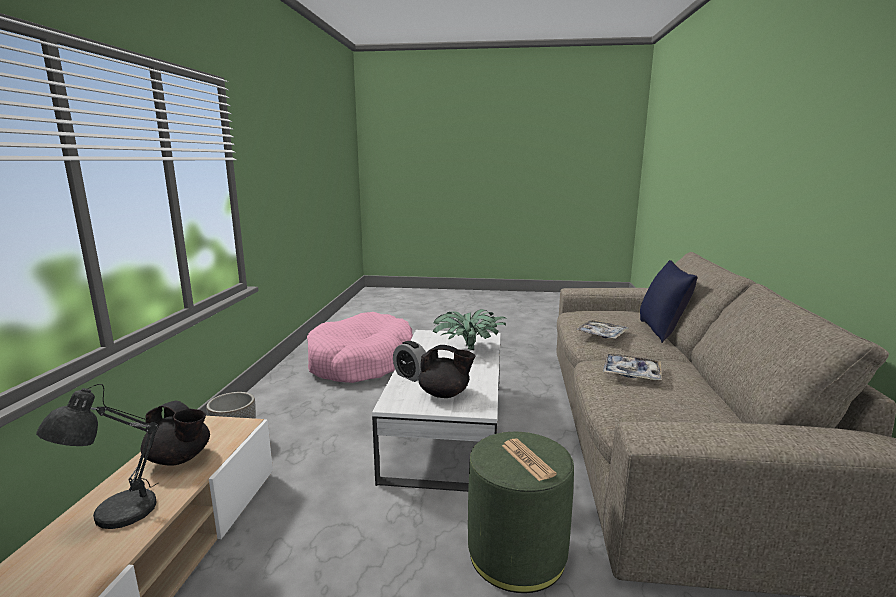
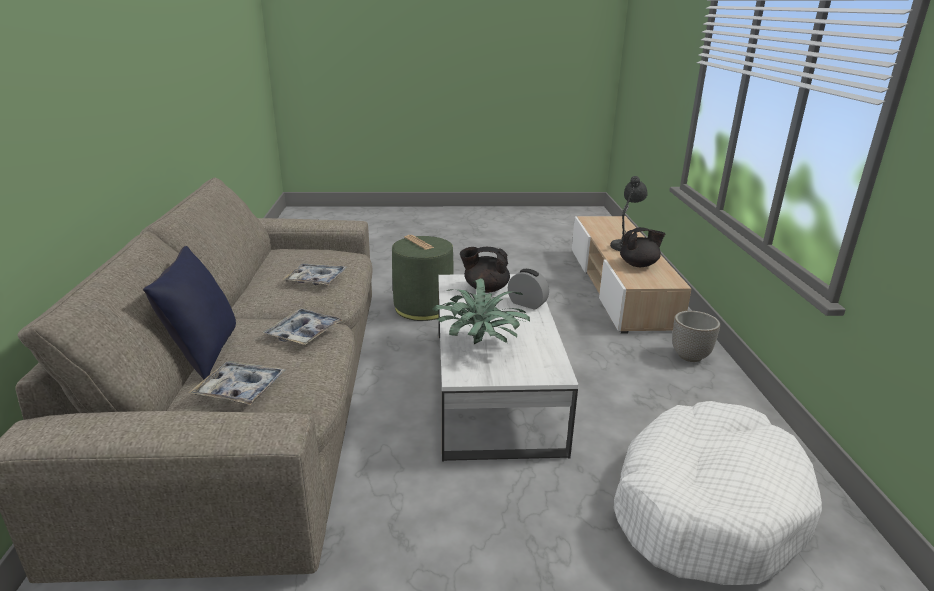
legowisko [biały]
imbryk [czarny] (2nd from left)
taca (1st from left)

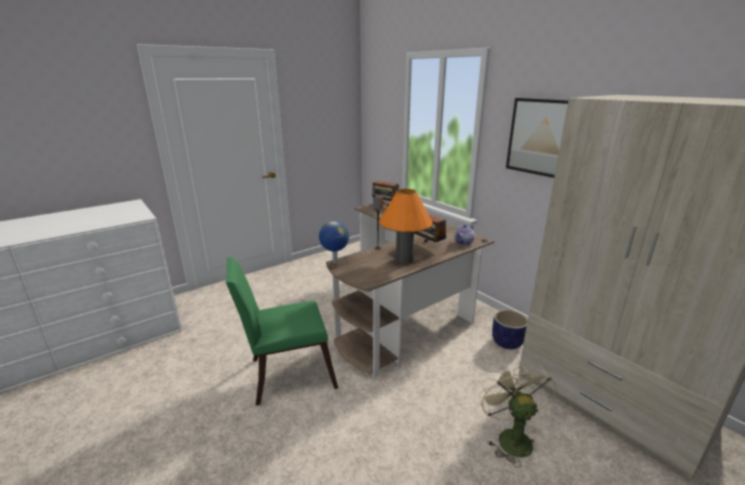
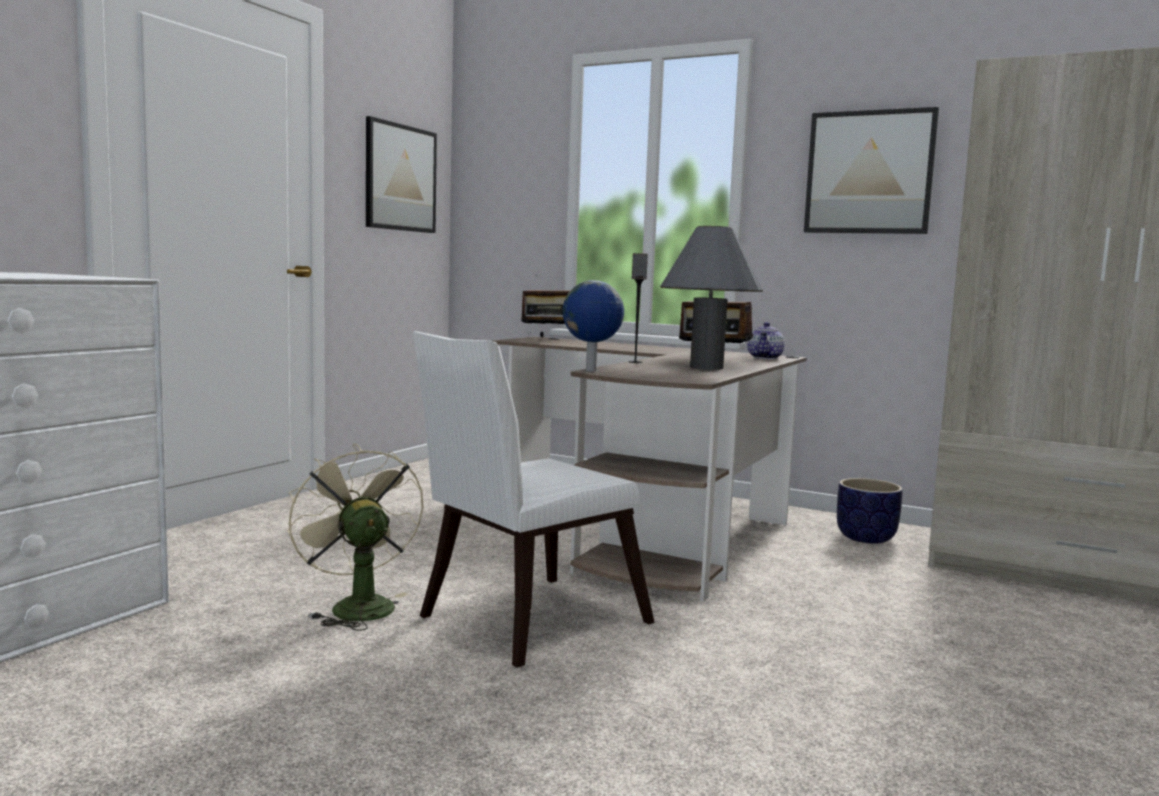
lampa stołowa [szary]
krzesło [biały]
wentylator [beżowy]
obraz (1st from left)

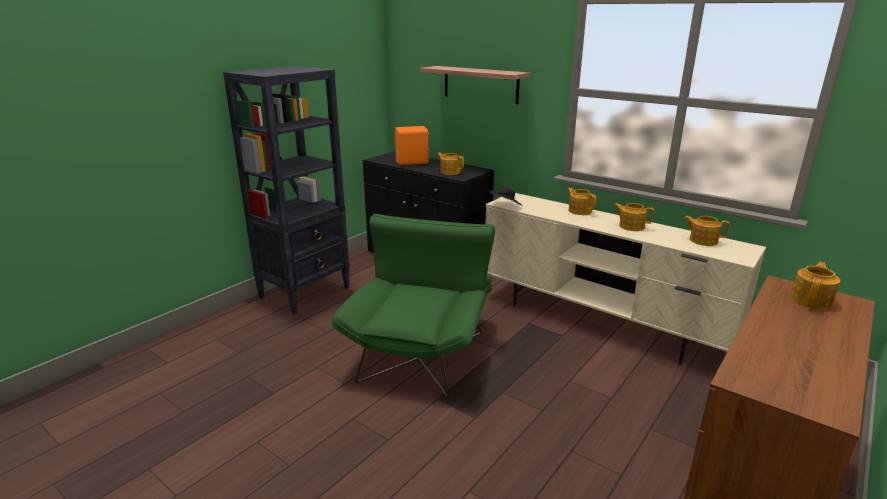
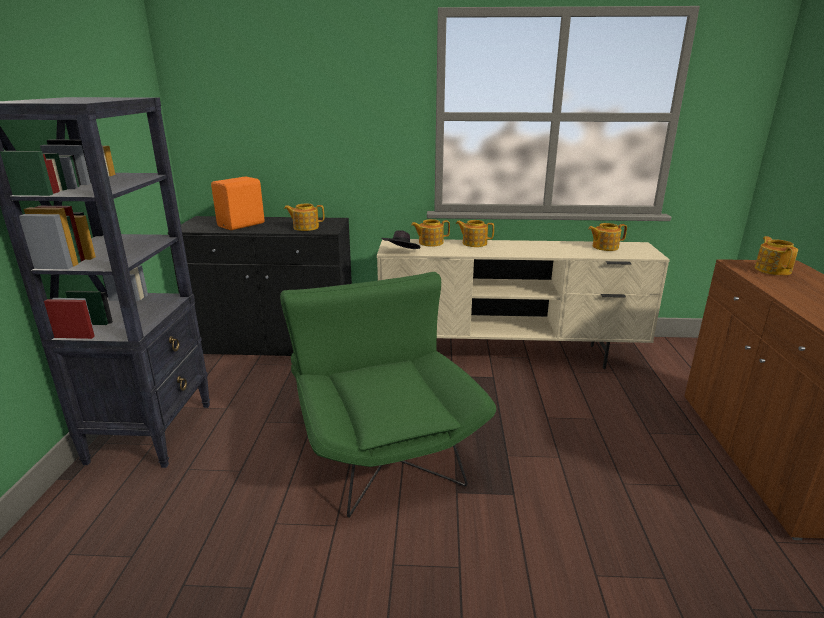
półka
imbryk (2nd from left)

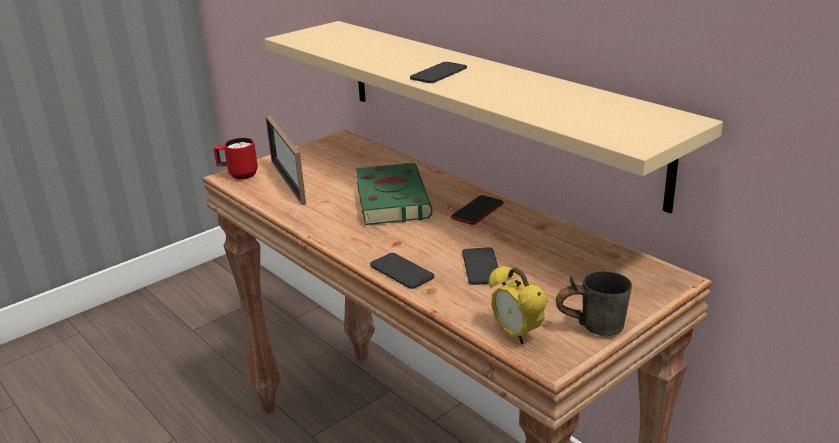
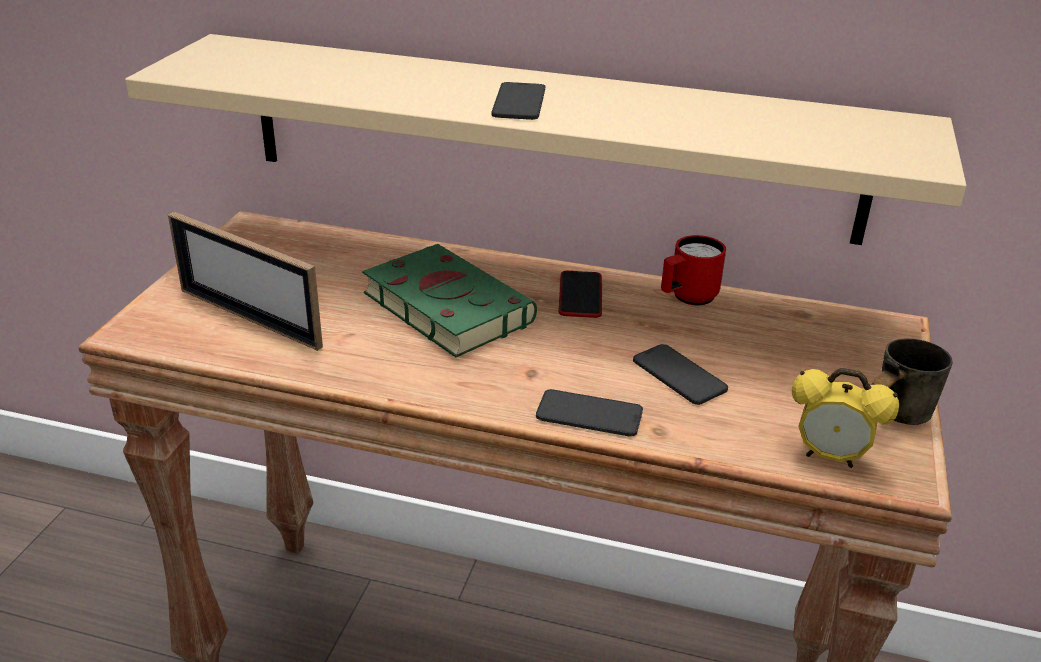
kubek [czerwony]

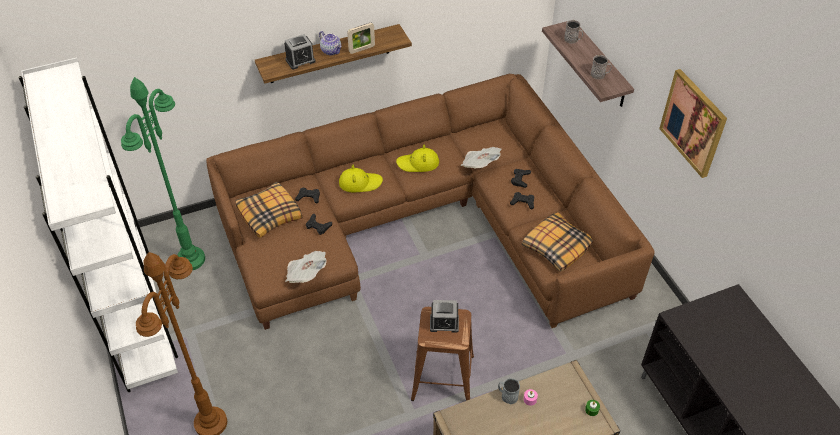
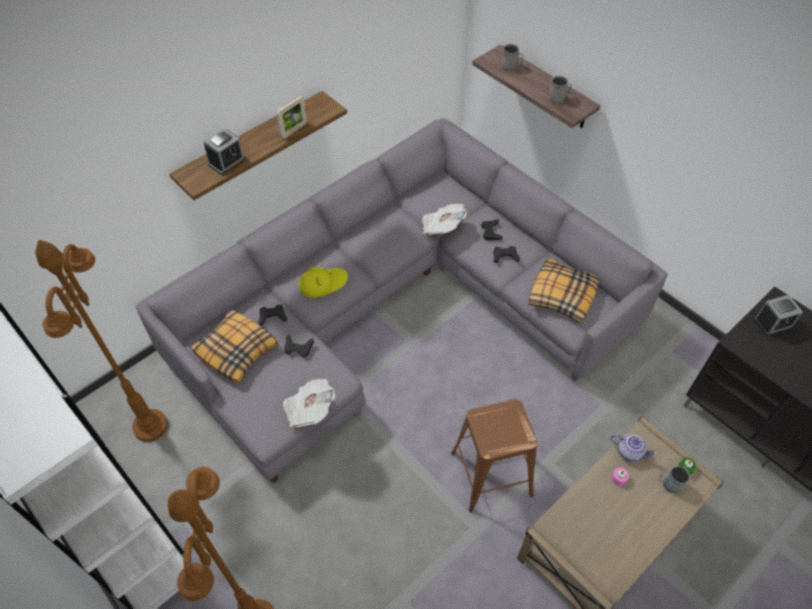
imbryk
obraz
kanapa [szary]
lampa stojąca [brązowy] (1st from left)
kapelusz [żółty] (2nd from left in the first image)
budzik (2nd from left)
kubek [szary] (3rd from left)

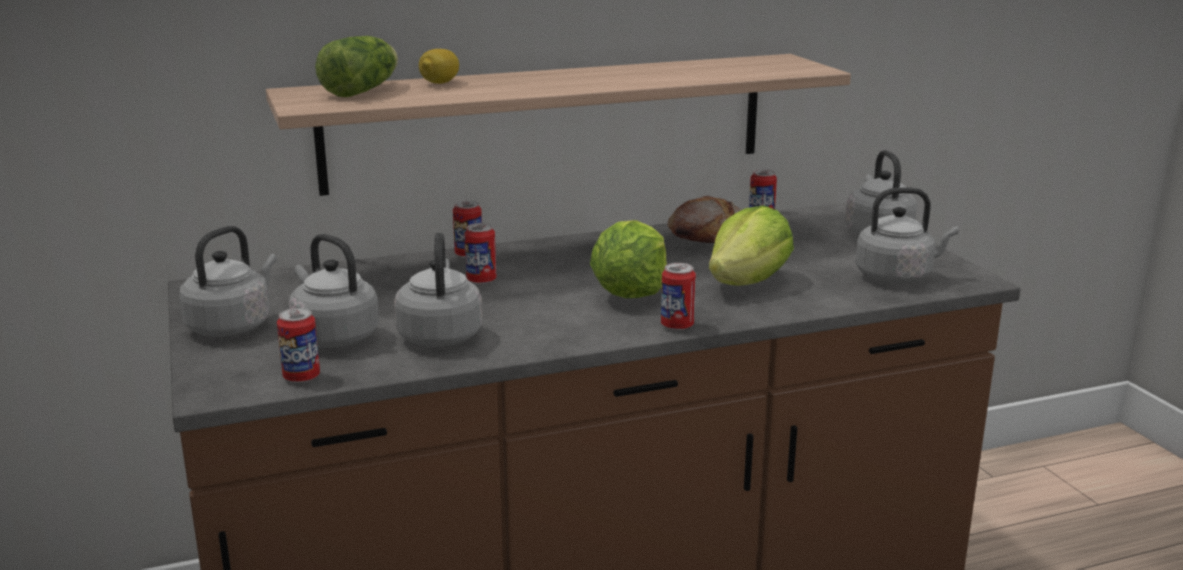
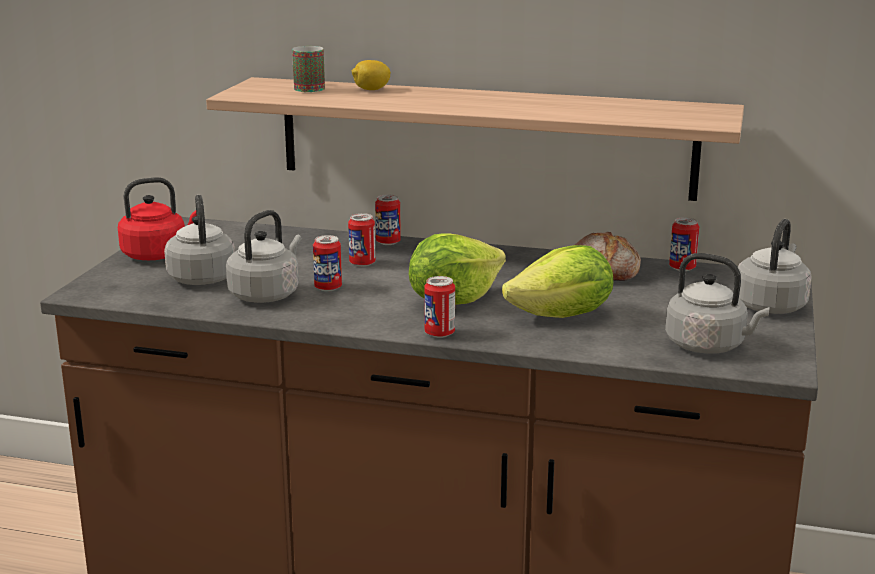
kubek
czajnik [czerwony]
puszka (1st from left)

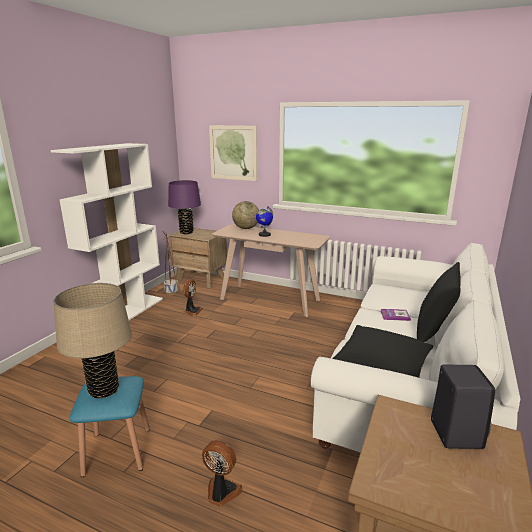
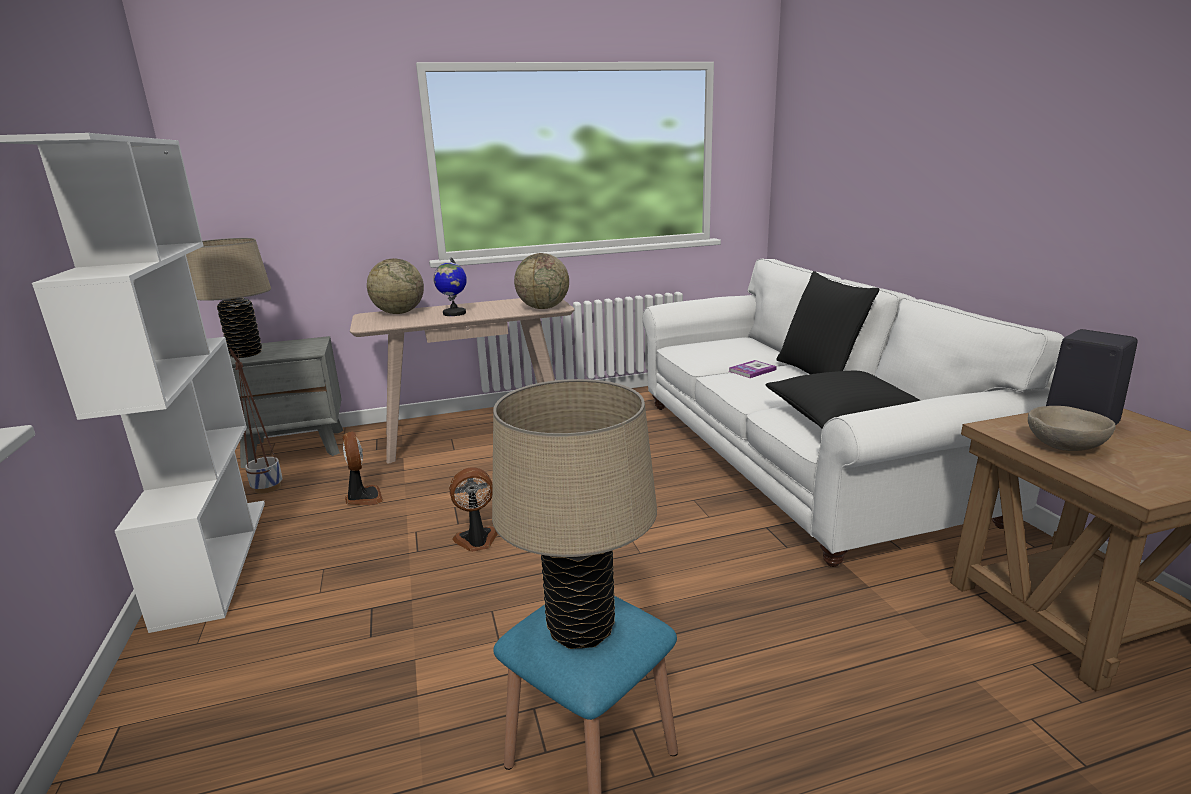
obraz
lampa stołowa [beżowy] (1st from left)
szafka nocna [szary]
wentylator (2nd from left)
globus (3rd from left)
miska [beżowy]

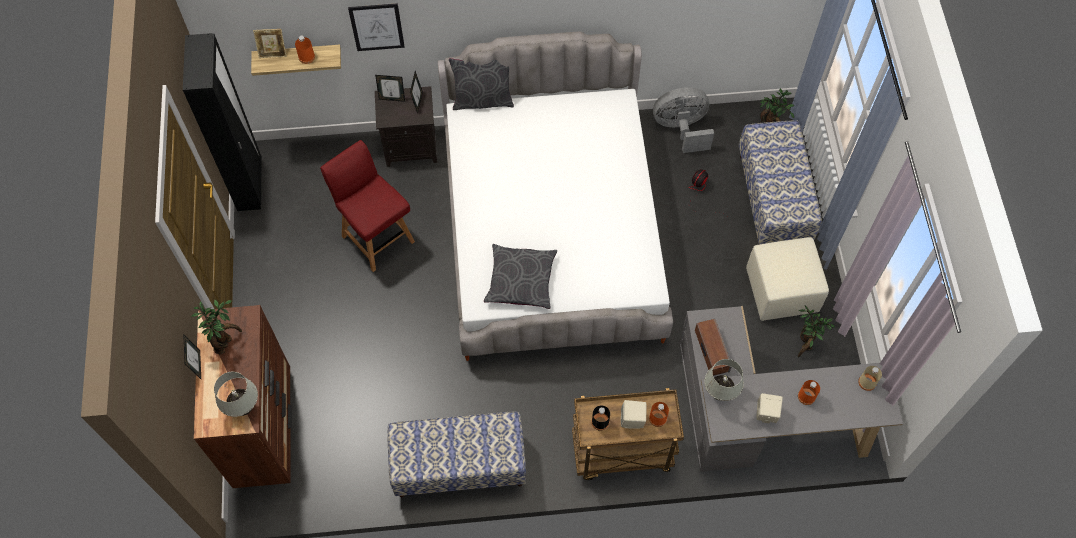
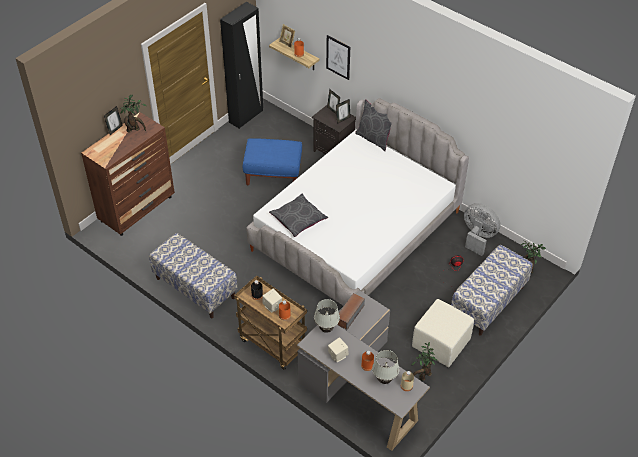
pufa [niebieski]
lampa stołowa [biały] (2nd from left)

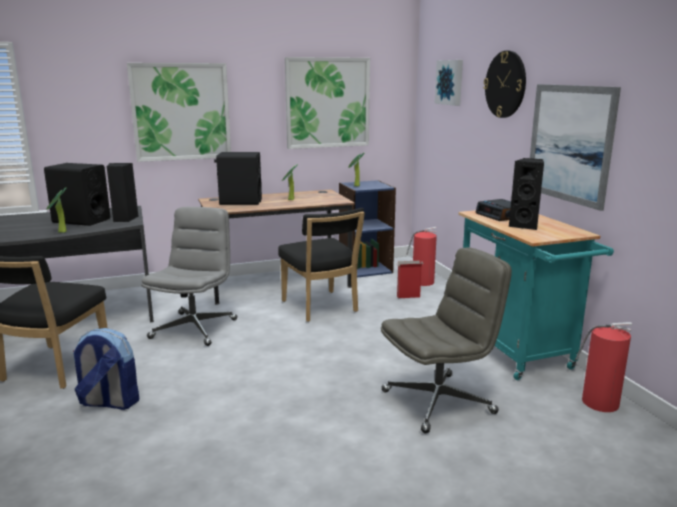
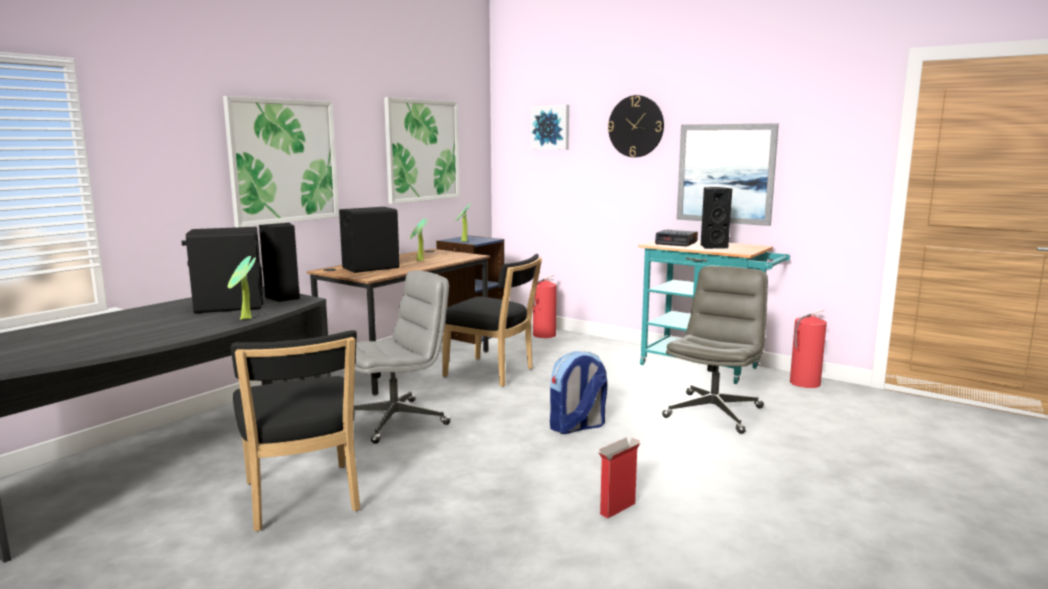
krzesło biurowe [szary] (1st from left)
karton
plecak

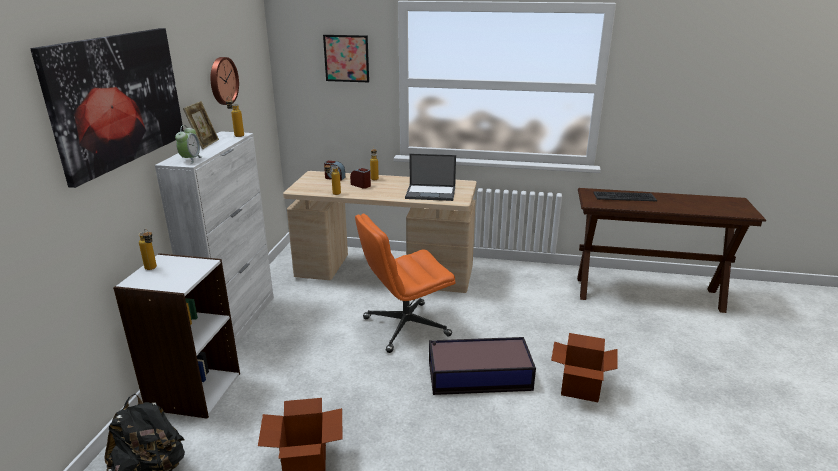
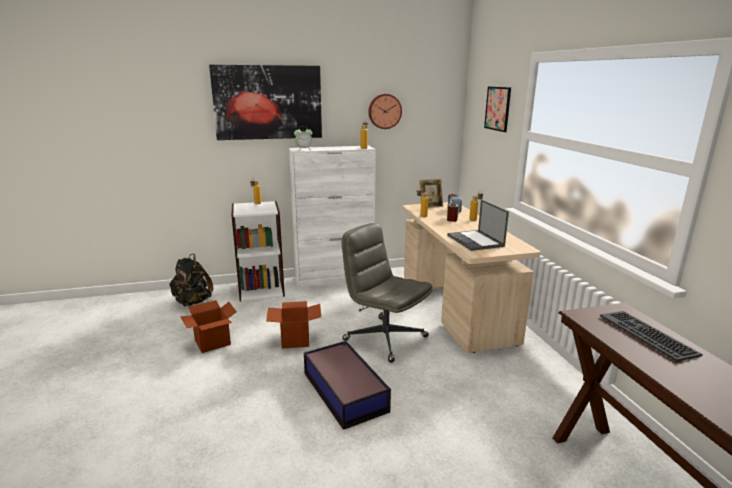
ramka na zdjęcie
krzesło biurowe [szary]
karton (2nd from left)

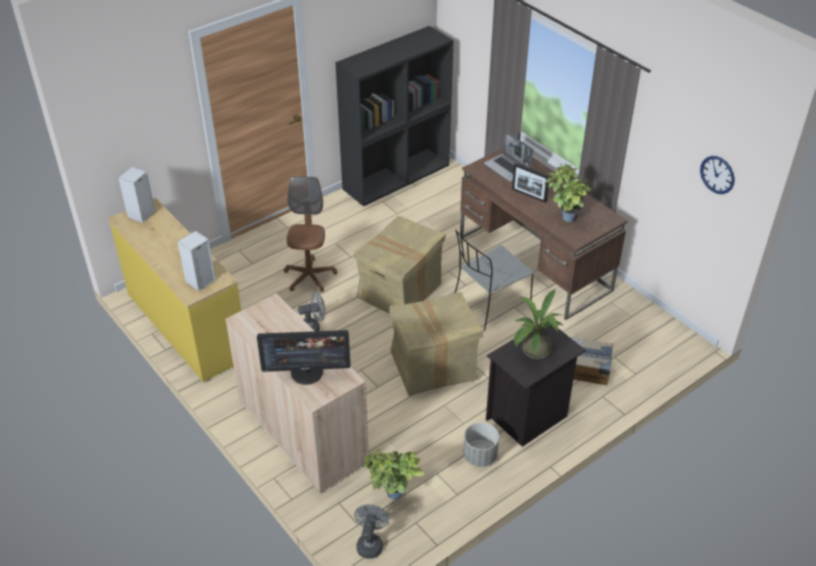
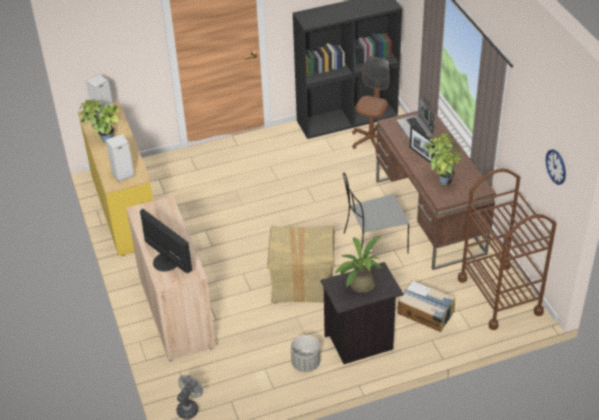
krzesło biurowe [brązowy]
karton (1st from left in the first image)
wentylator [szary] (1st from left in the first image)
monitor
roślina doniczkowa (1st from left)
wózek [brązowy]

